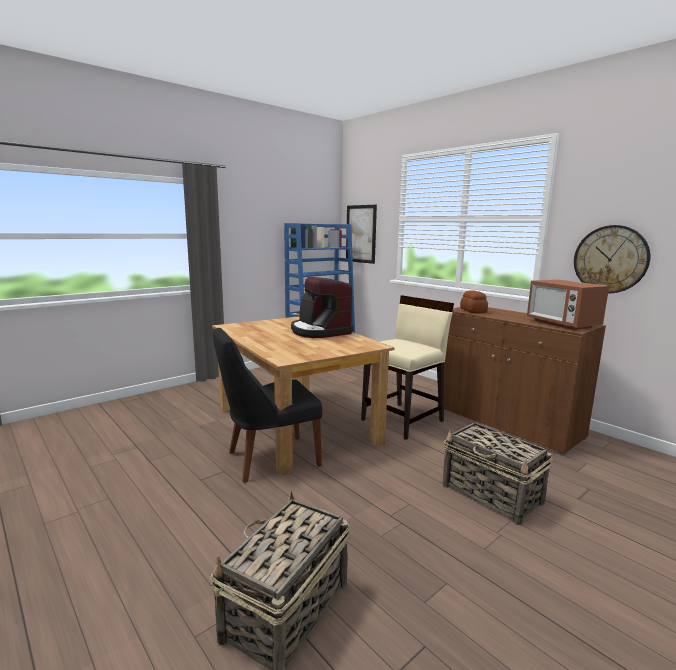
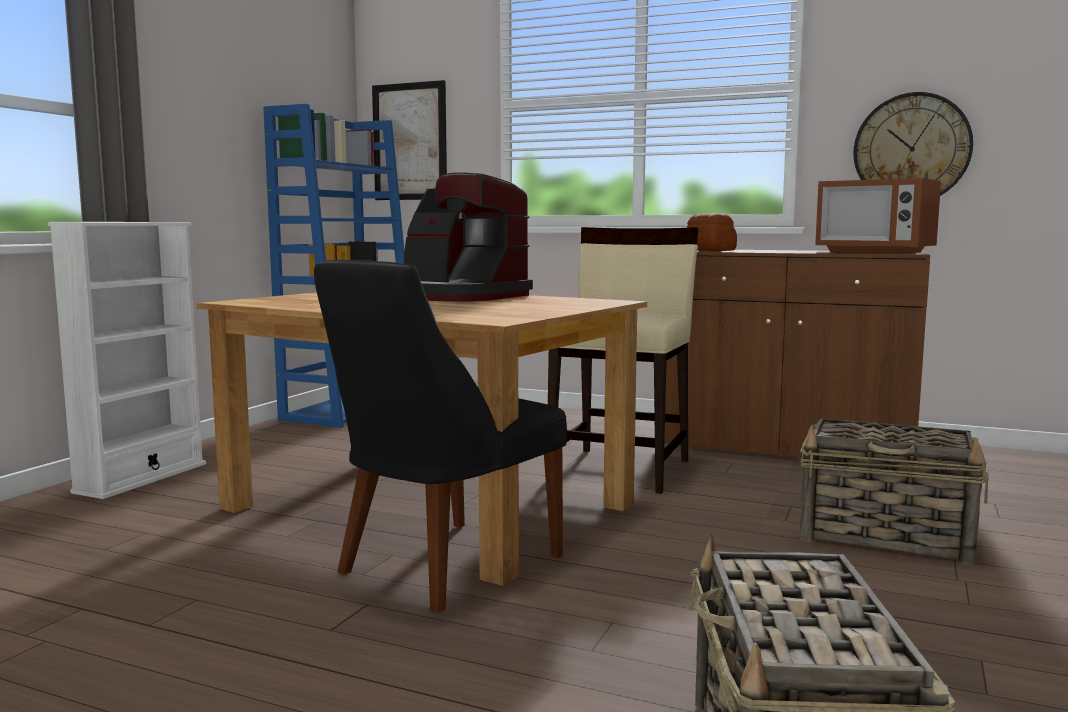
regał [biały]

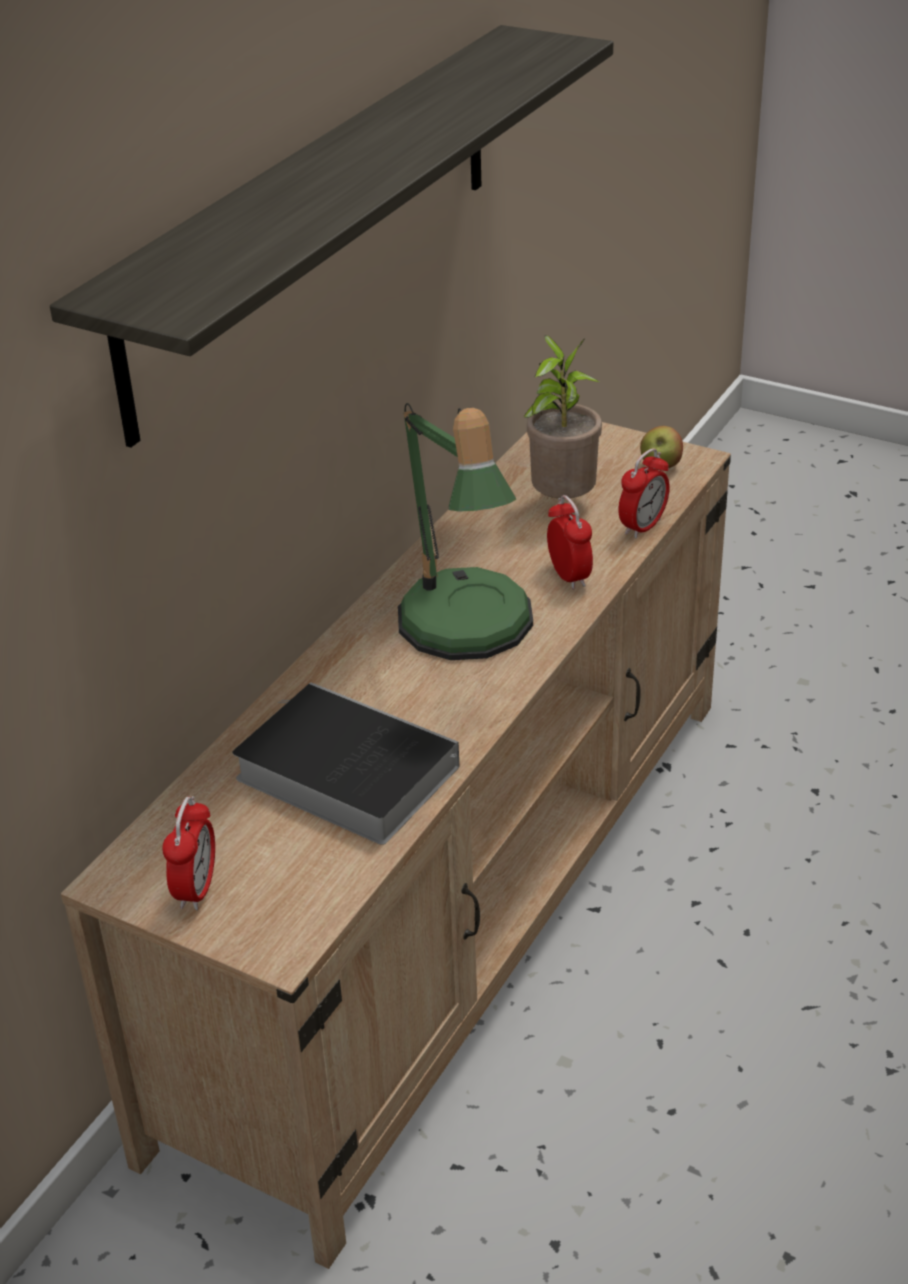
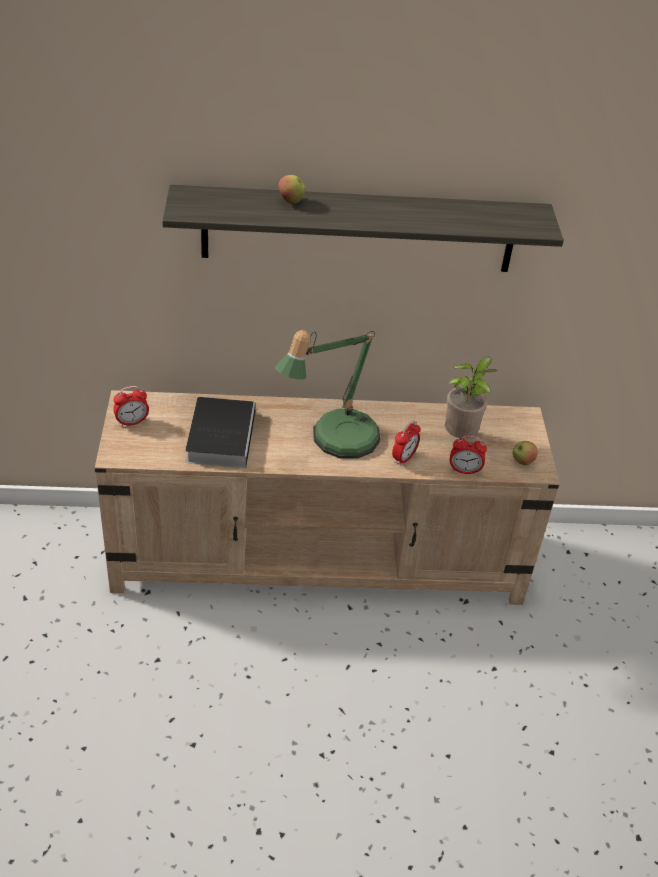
jabłko (1st from left)

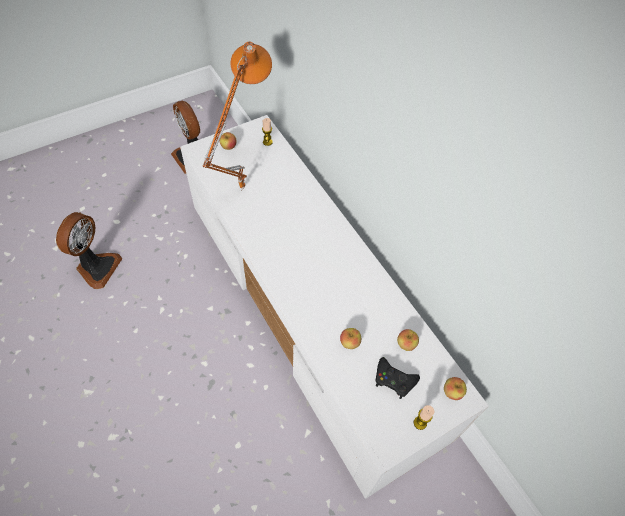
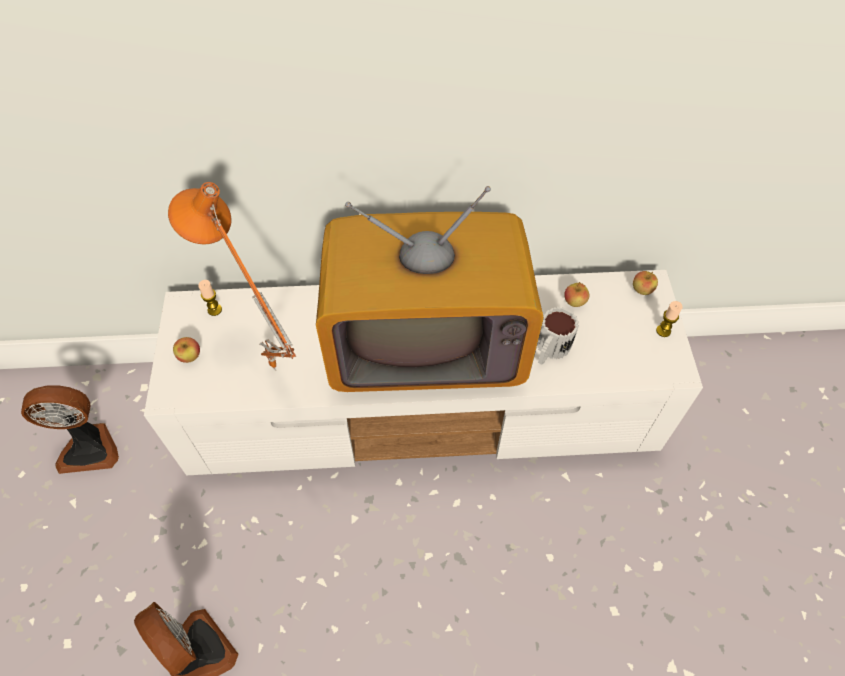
kubek
pad do gier [czarny]
telewizor

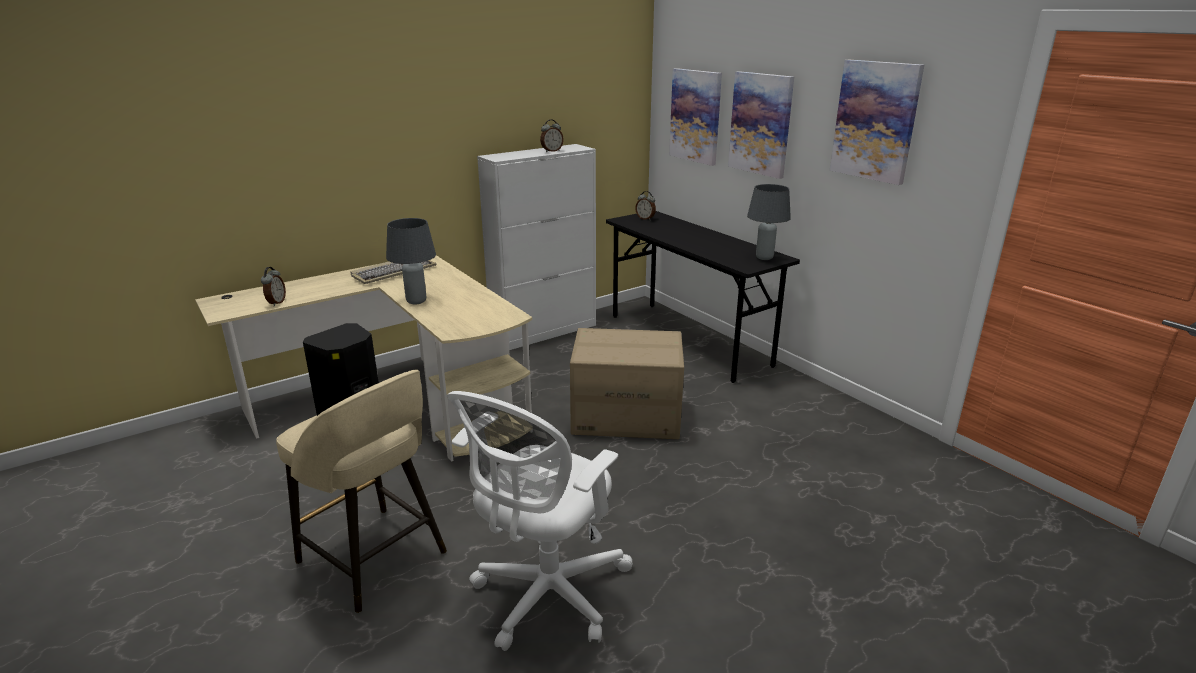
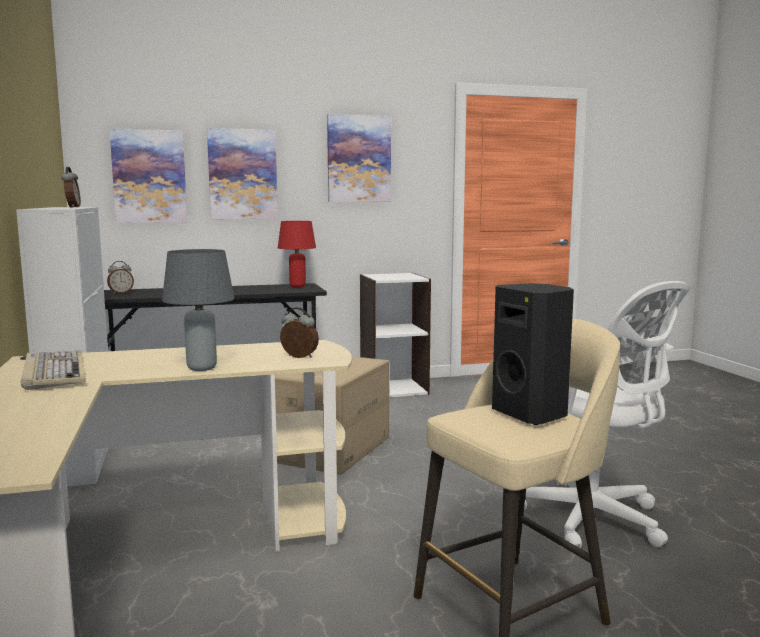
lampa stołowa [czerwony]
budzik (3rd from left)
regał [biały]

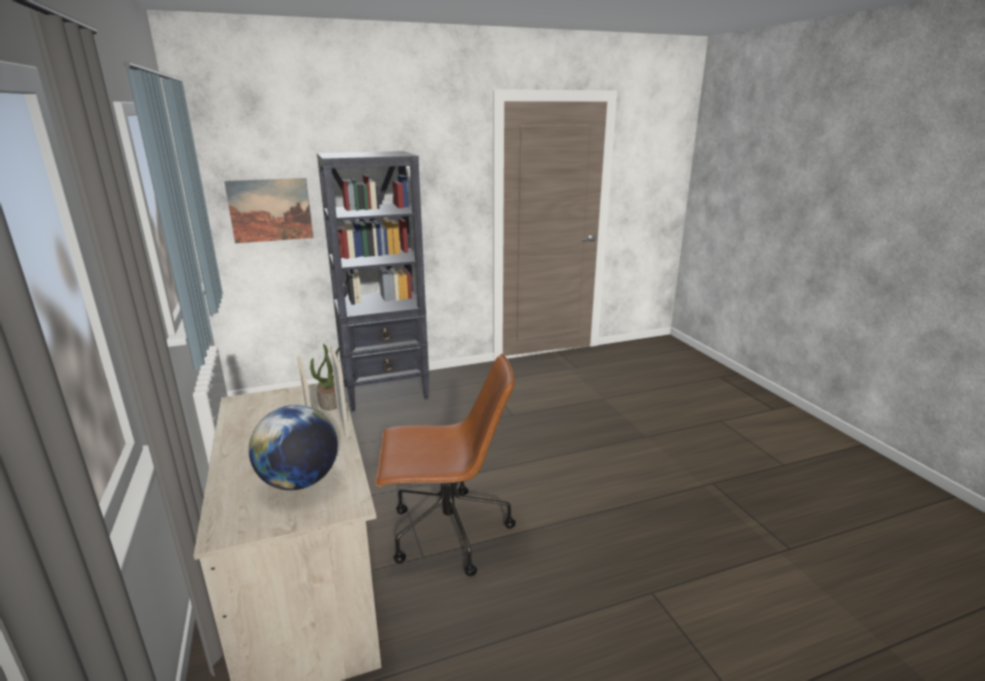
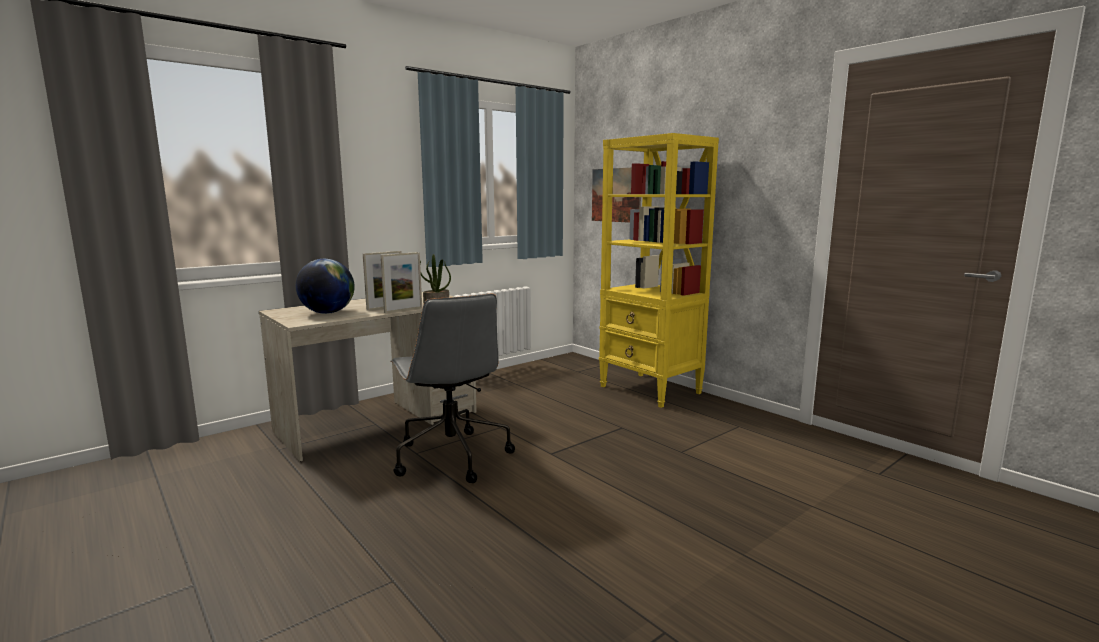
regał [żółty]
krzesło biurowe [szary]

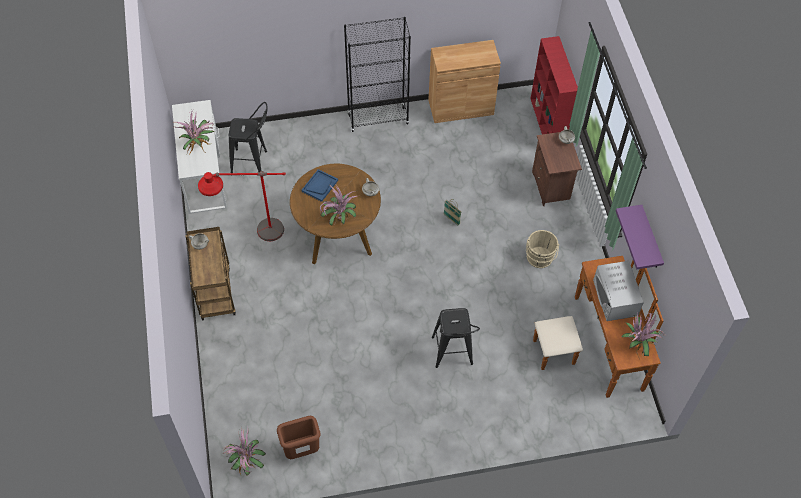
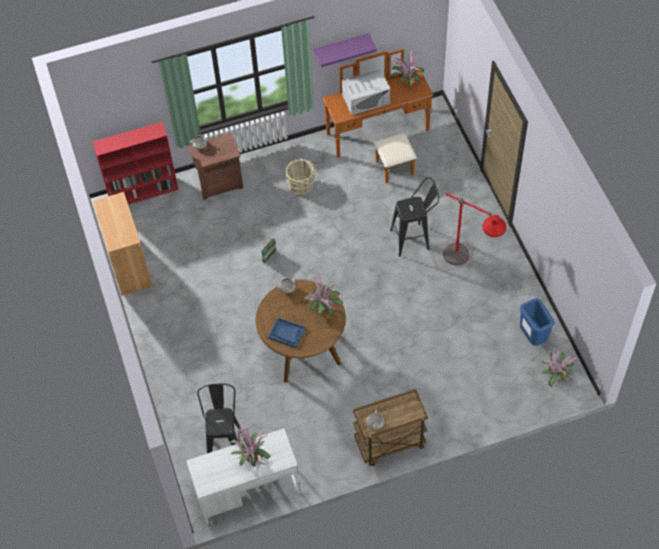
regał [czarny]
lampa stojąca [czerwony]
kosz na śmieci [niebieski]

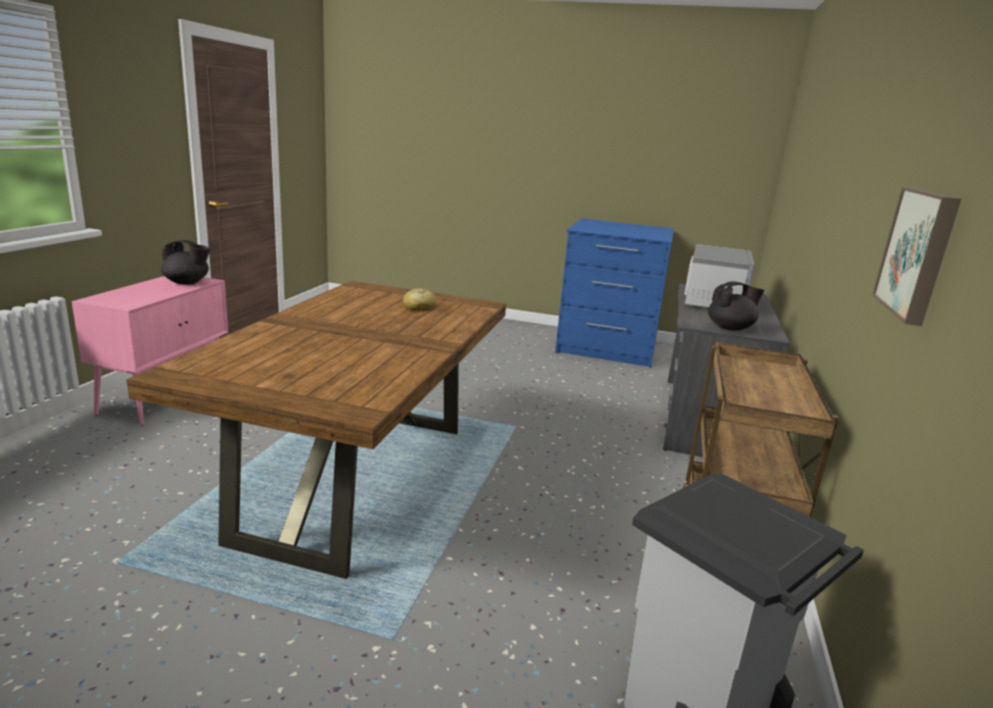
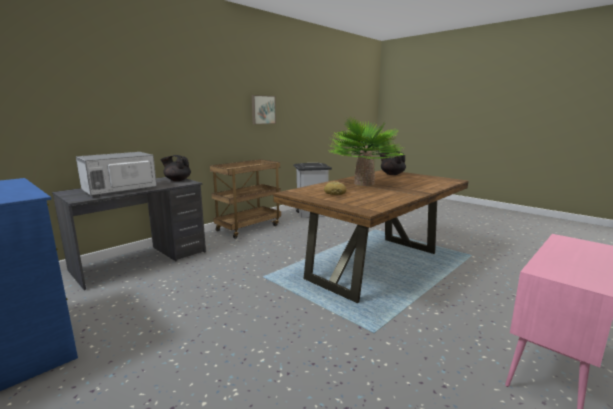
imbryk [czarny] (2nd from left)
roślina doniczkowa

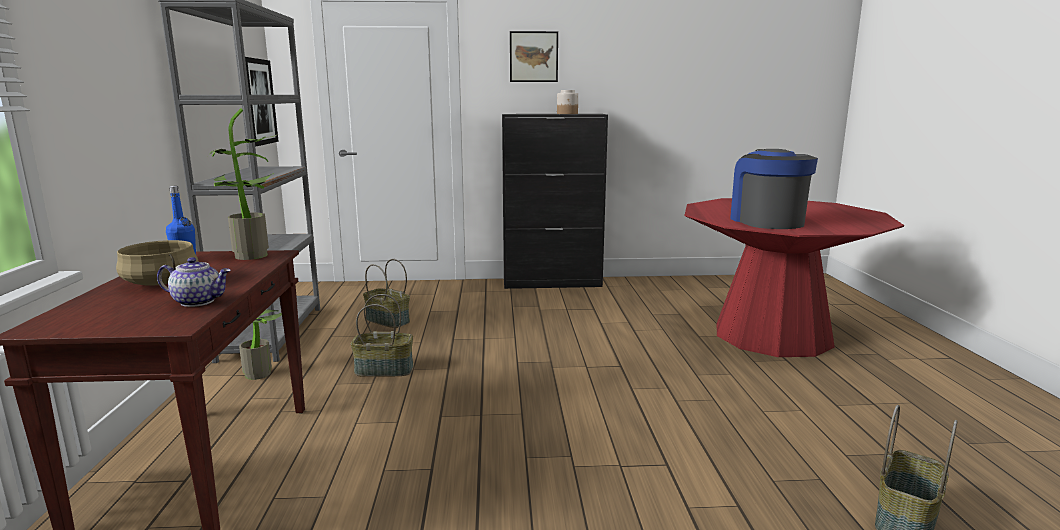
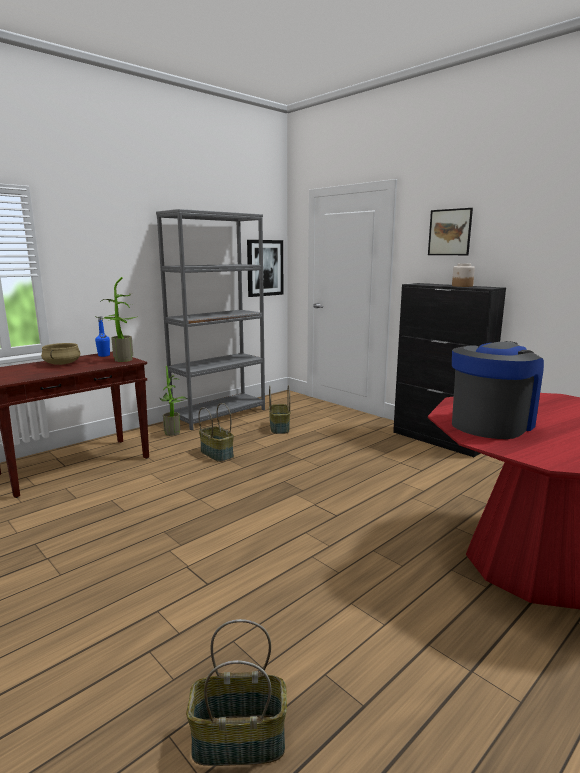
imbryk

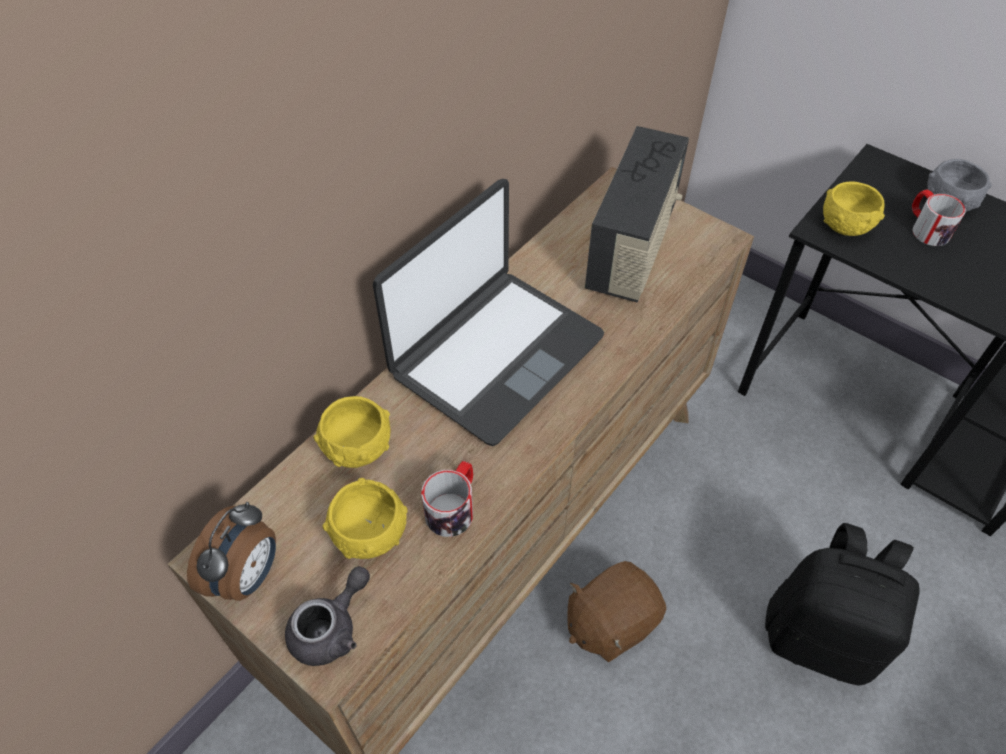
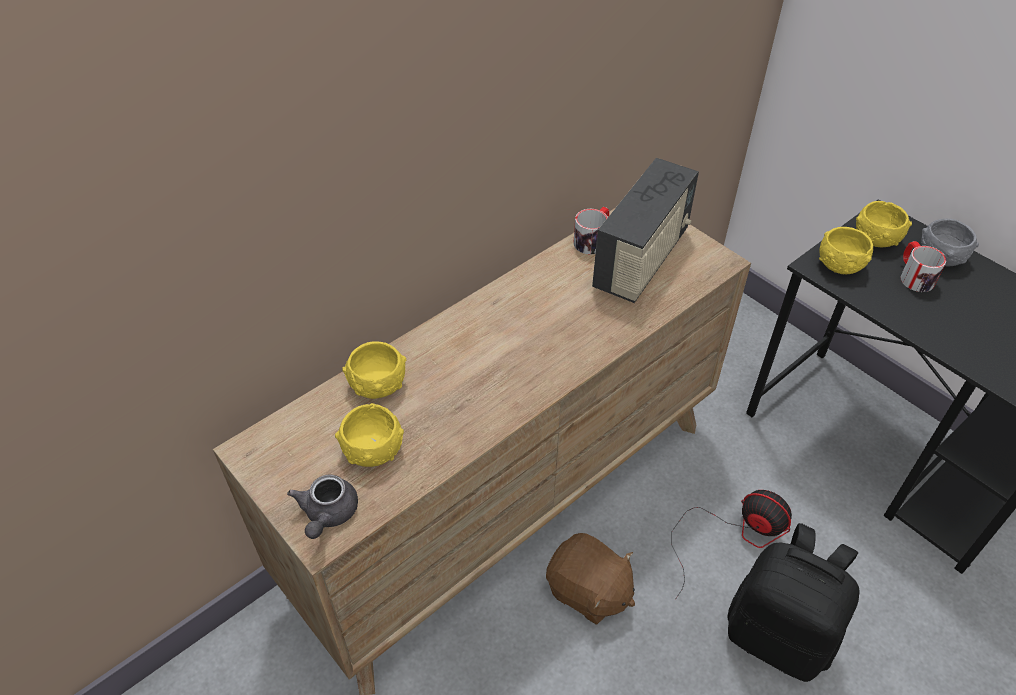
laptop
kubek (1st from left)
budzik
pluszak [brązowy]
imbryk [szary]
miska [żółty] (4th from left)
wentylator

